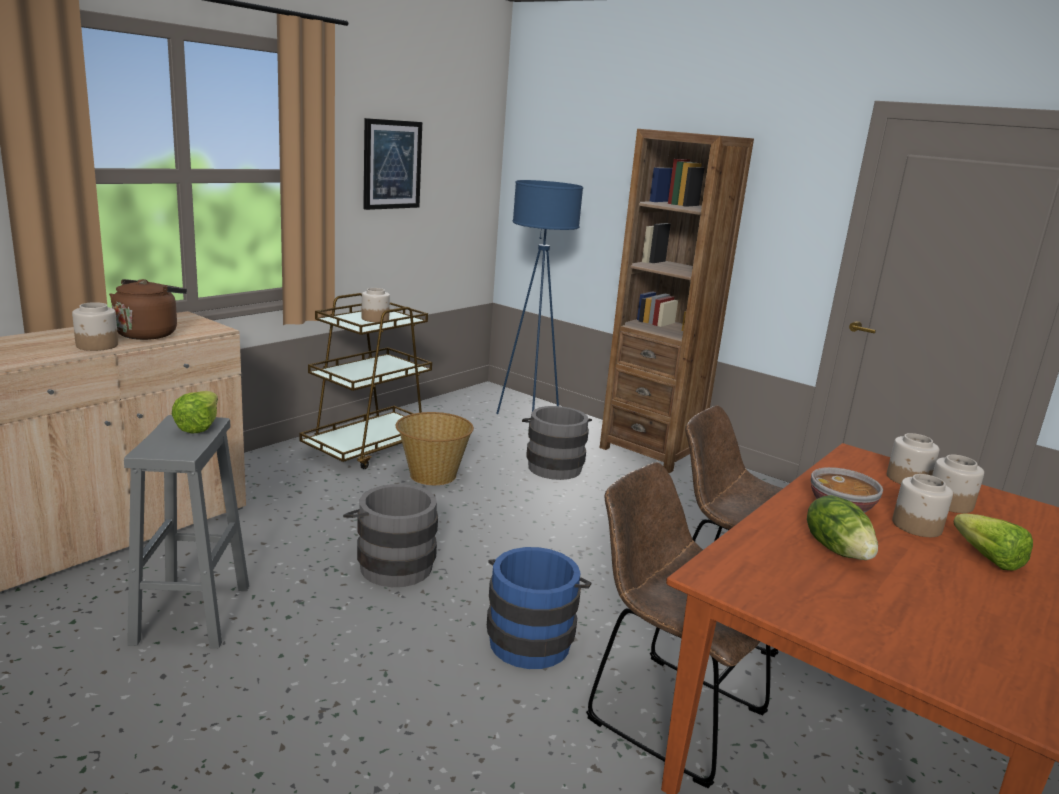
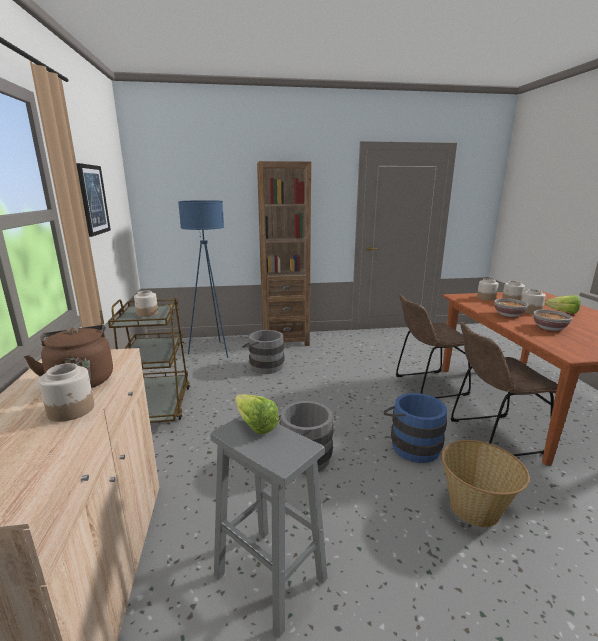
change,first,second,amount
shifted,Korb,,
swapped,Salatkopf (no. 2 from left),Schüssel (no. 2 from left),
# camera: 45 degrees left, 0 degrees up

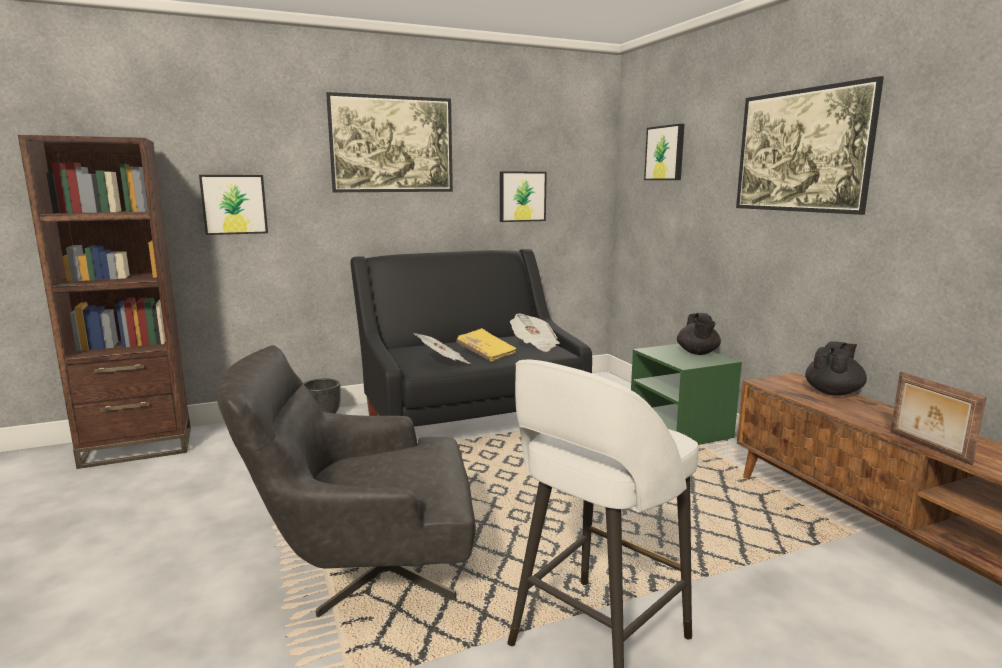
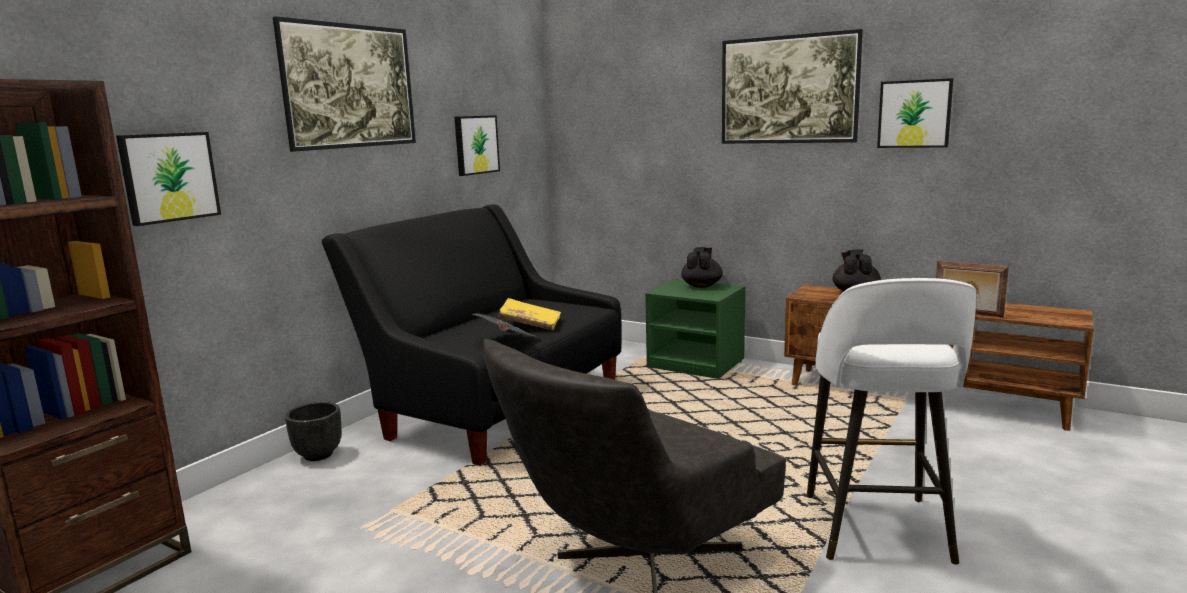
change,first,second,amount
shifted,Bild (no. 4 from left in the first image),Bild (no. 5 from left),
rotated,Teekanne [schwarz] (no. 1 from left),,135 degrees counterclockwise
gone,Zeitung (no. 2 from left),,
# camera: 35 degrees left, 0 degrees up

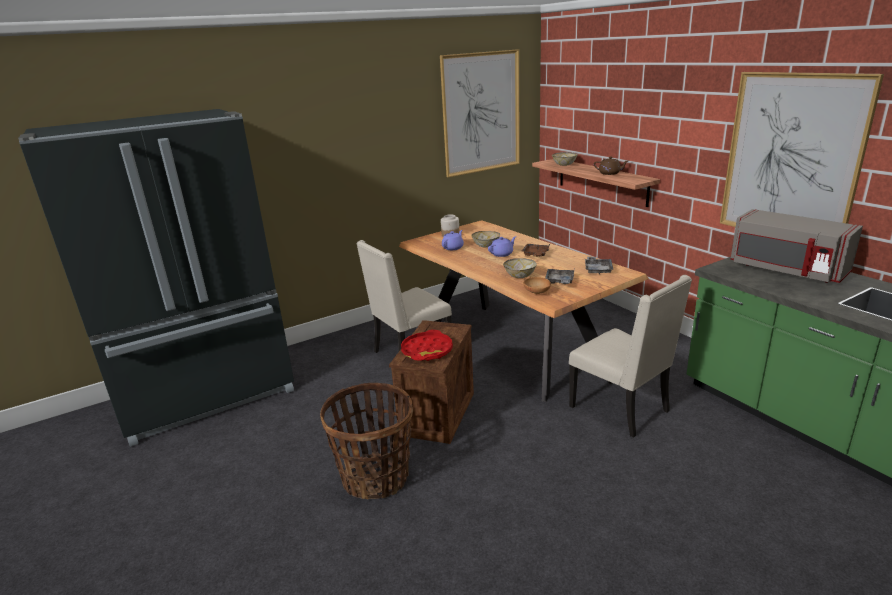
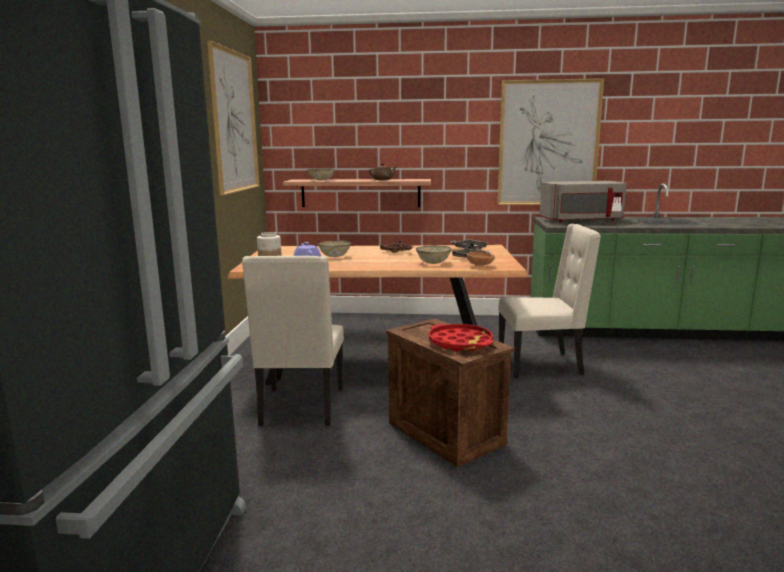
change,first,second,amount
gone,Teekanne [lila] (no. 2 from left),,
gone,Korb,,
# camera: 55 degrees left, 10 degrees down

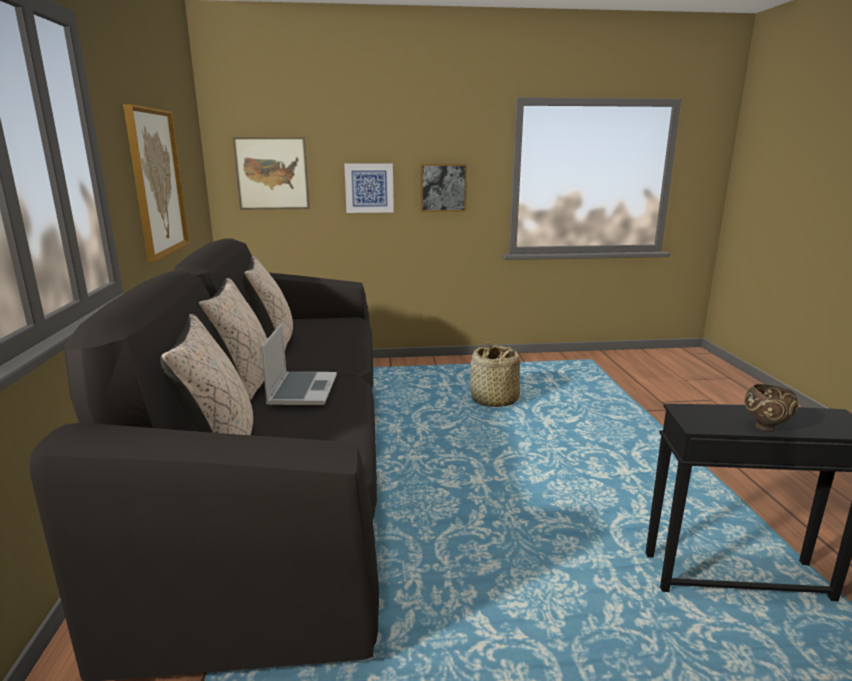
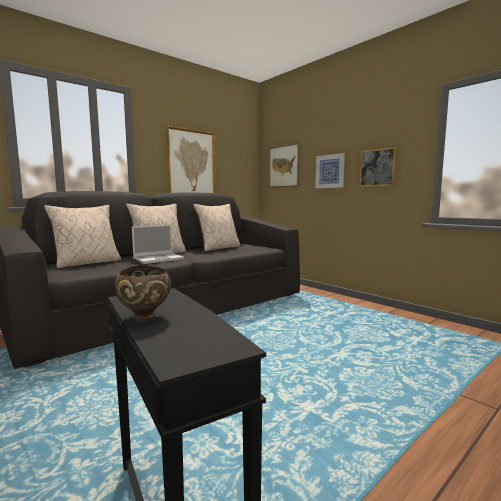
change,first,second,amount
gone,Korb,,
# camera: 55 degrees right, 10 degrees down

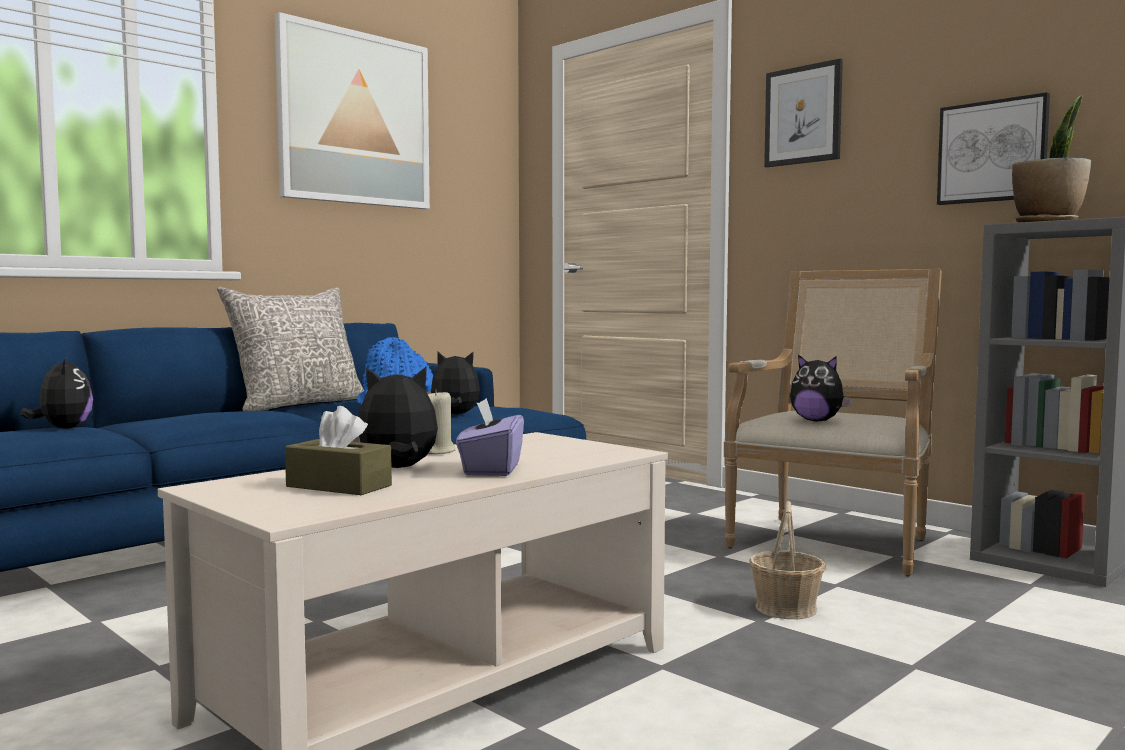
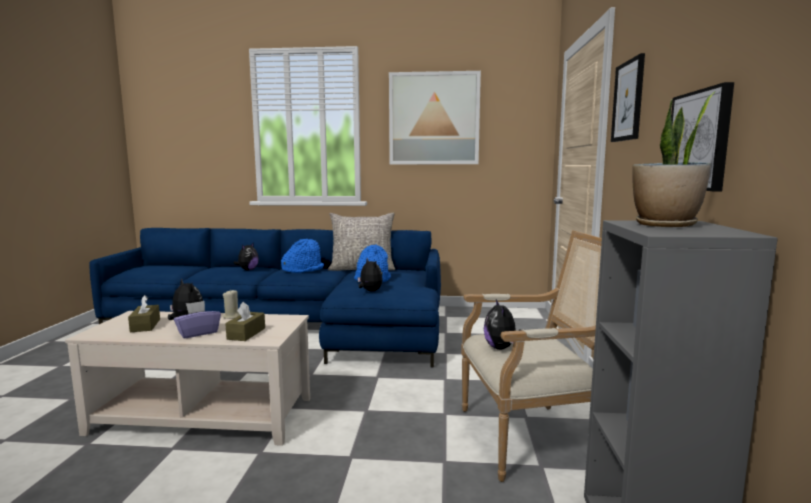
change,first,second,amount
gone,Korb,,
new,,Hut [blau] (no. 1 from left),
new,,Taschentuchbox [braun] (no. 2 from left),
# camera: 50 degrees right, 5 degrees up

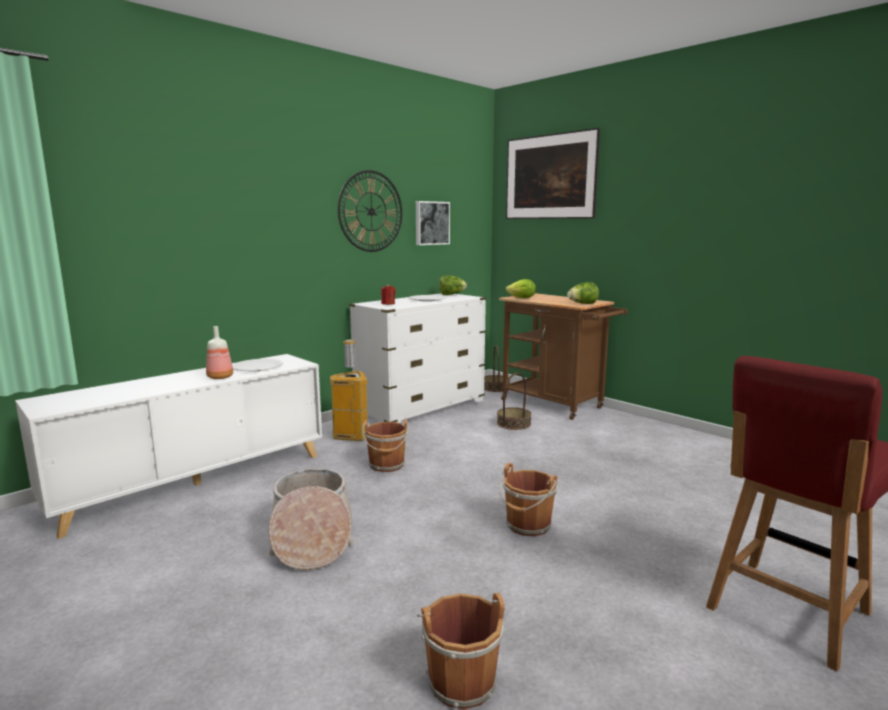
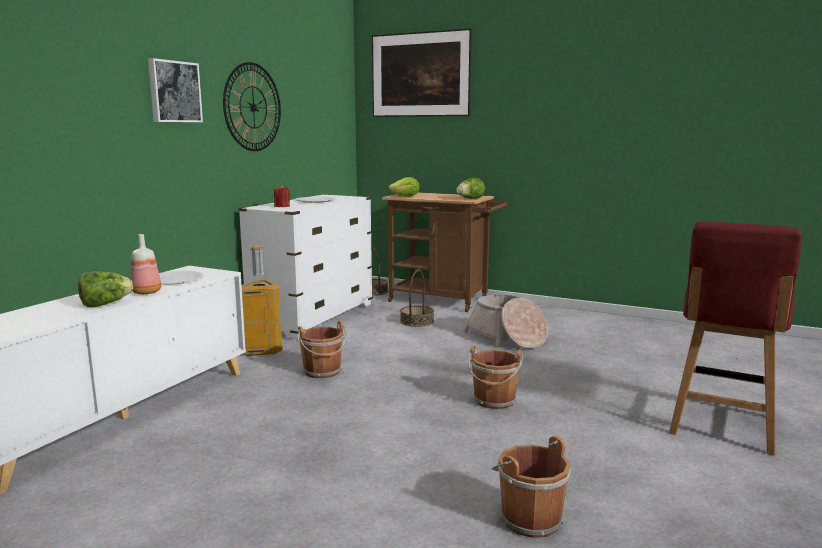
change,first,second,amount
shifted,Bild (no. 1 from left),,
shifted,Salatkopf (no. 1 from left),,
shifted,Korb (no. 1 from left in the first image),Korb (no. 3 from left),
# camera: 20 degrees left, 0 degrees up

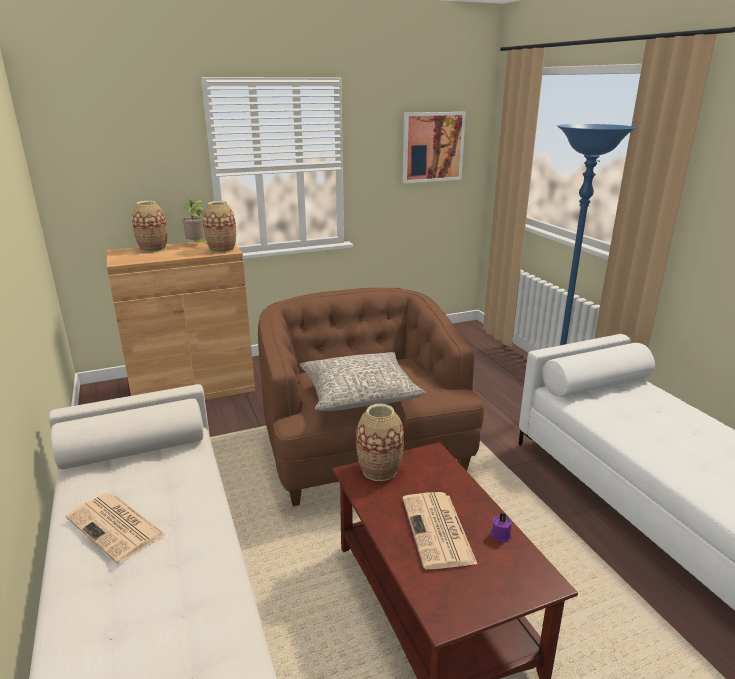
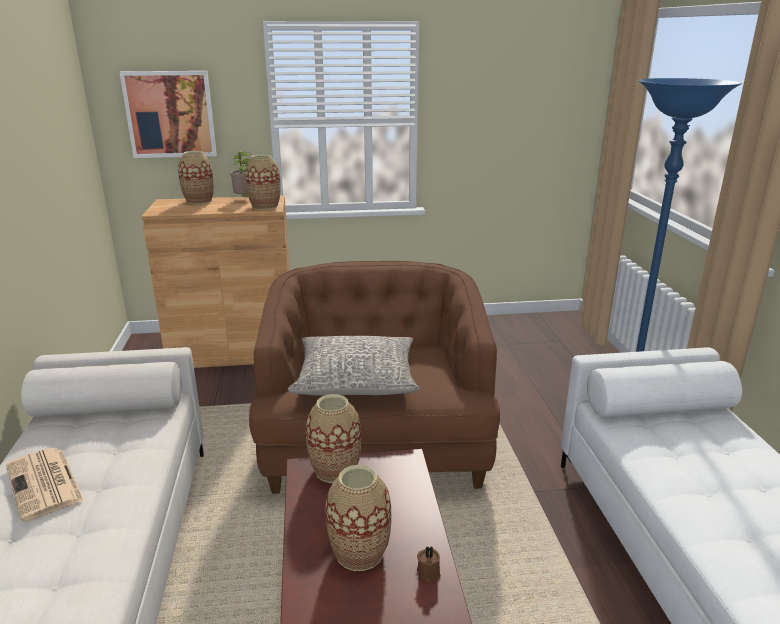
change,first,second,amount
shifted,Bild,,
swapped,Zeitung (no. 2 from left),Vase (no. 4 from left),
repainted,Kerze [lila],Kerze [braun],
# camera: 15 degrees right, 0 degrees up

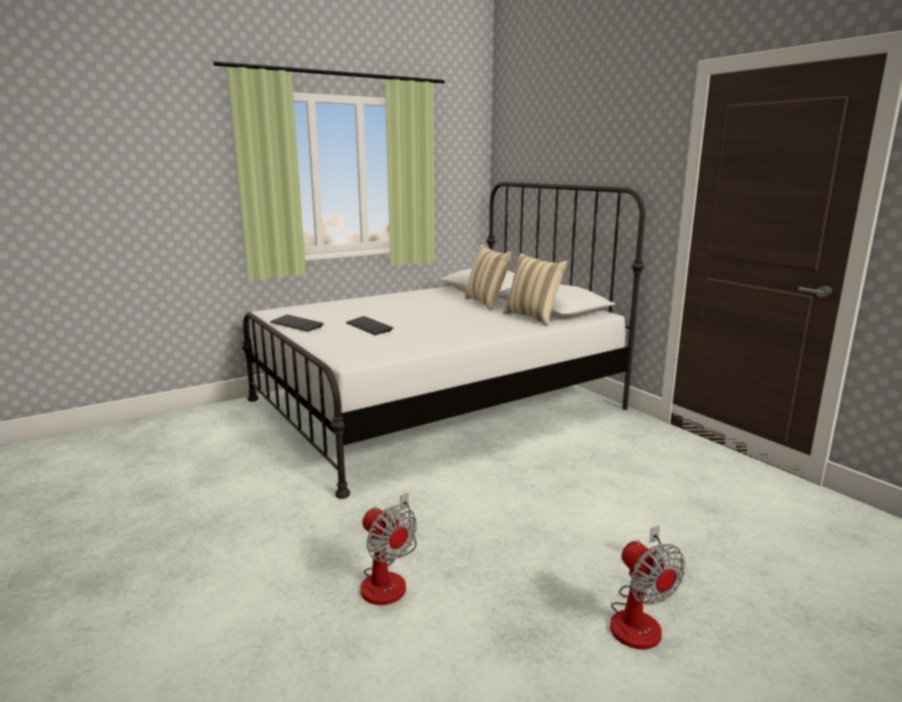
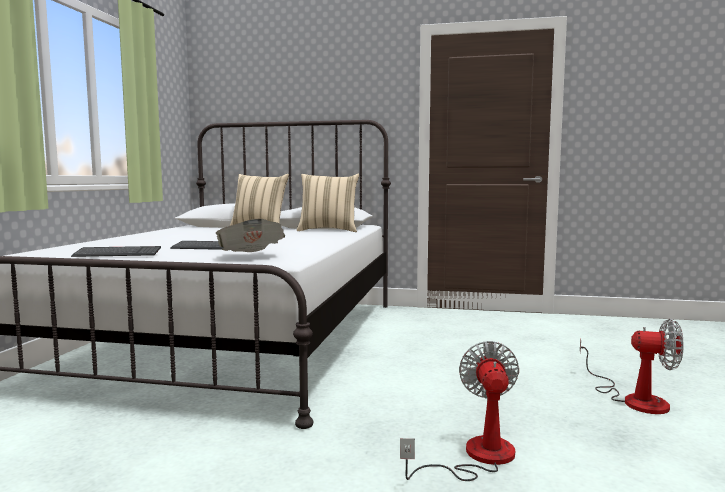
change,first,second,amount
rotated,Ventilator (no. 1 from left),,90 degrees counterclockwise
new,,Zeitung,
# camera: 45 degrees left, 10 degrees down

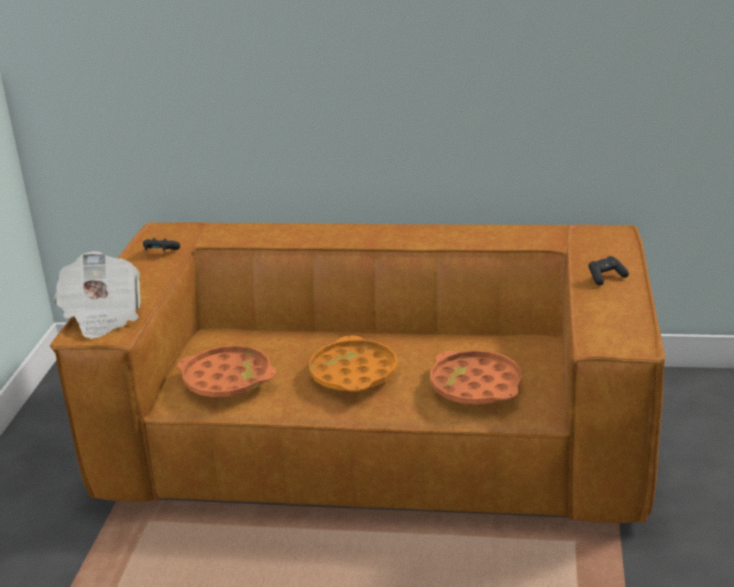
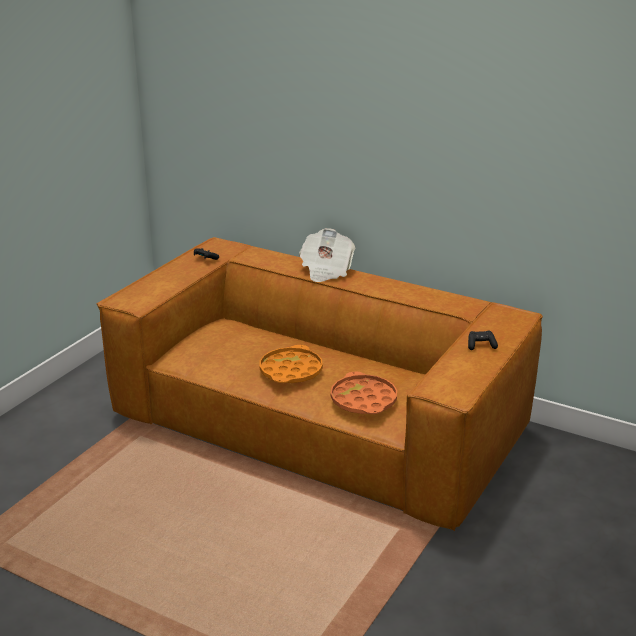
change,first,second,amount
shifted,Zeitung,,
gone,Tablett [orange] (no. 1 from left),,
# camera: 20 degrees right, 0 degrees up

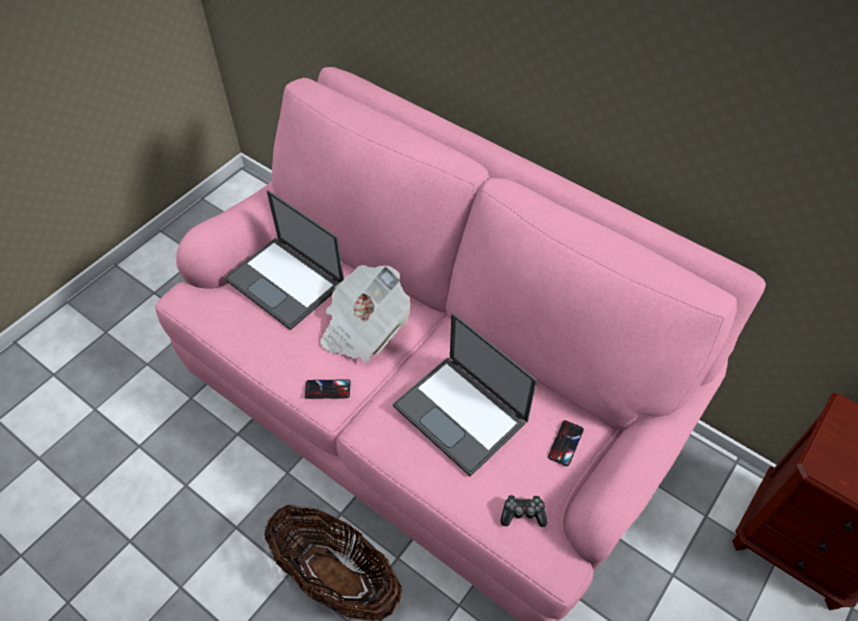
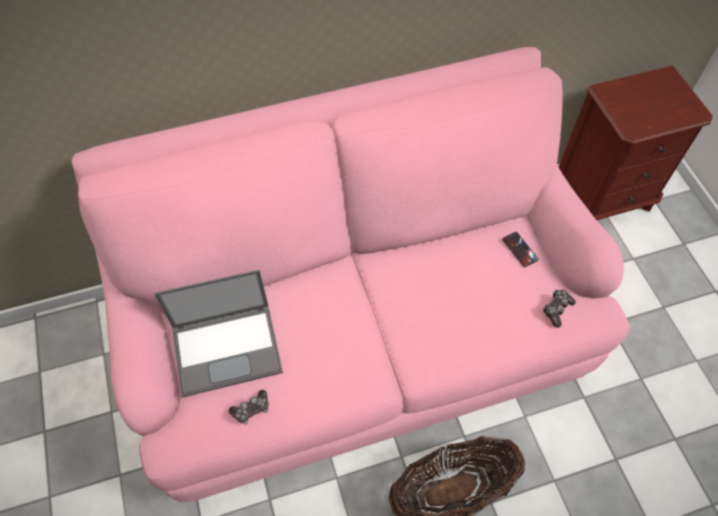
change,first,second,amount
gone,Zeitung,,
gone,Laptop (no. 2 from left),,
gone,Handy (no. 1 from left),,
new,,Gamepad (no. 1 from left),
# camera: 55 degrees left, 5 degrees up

